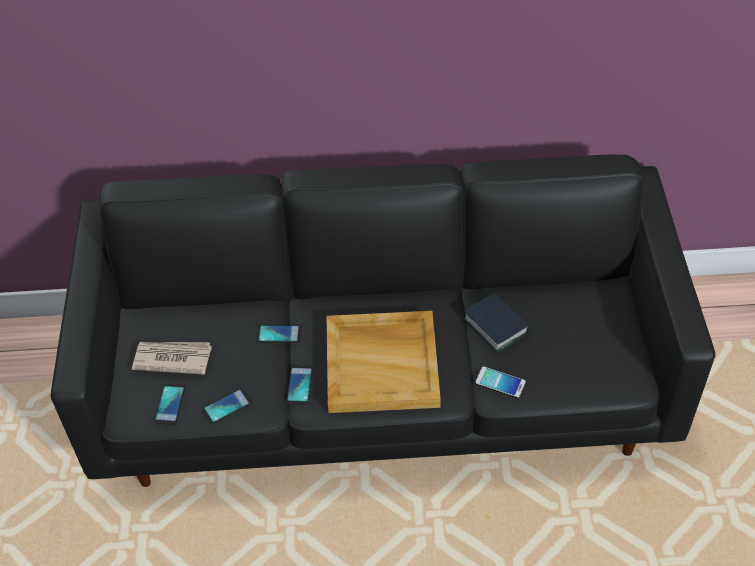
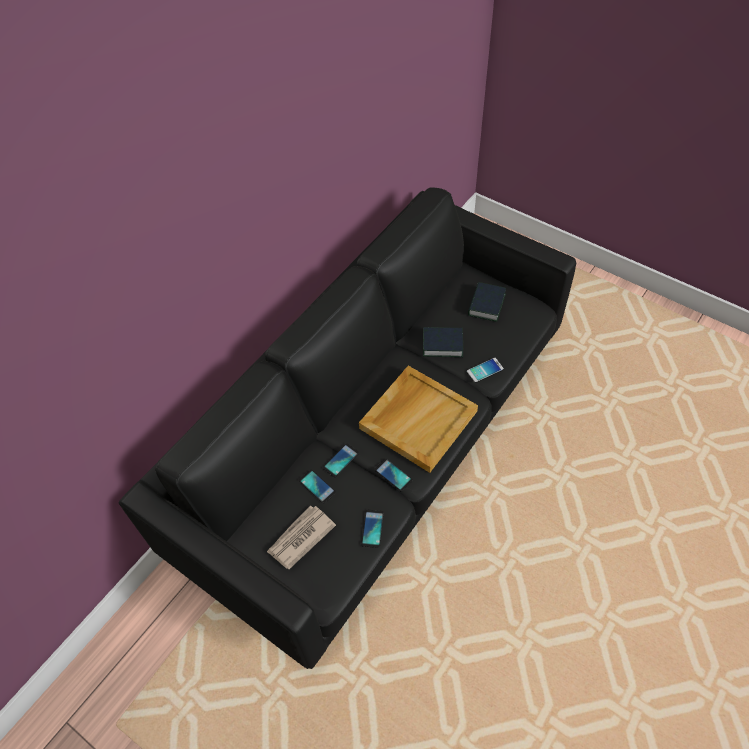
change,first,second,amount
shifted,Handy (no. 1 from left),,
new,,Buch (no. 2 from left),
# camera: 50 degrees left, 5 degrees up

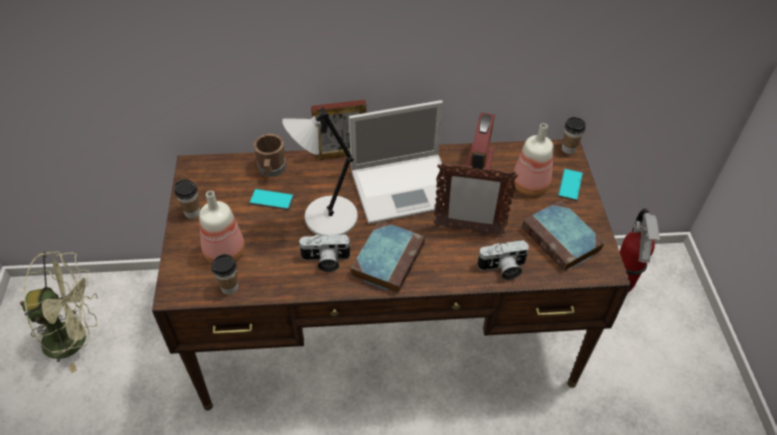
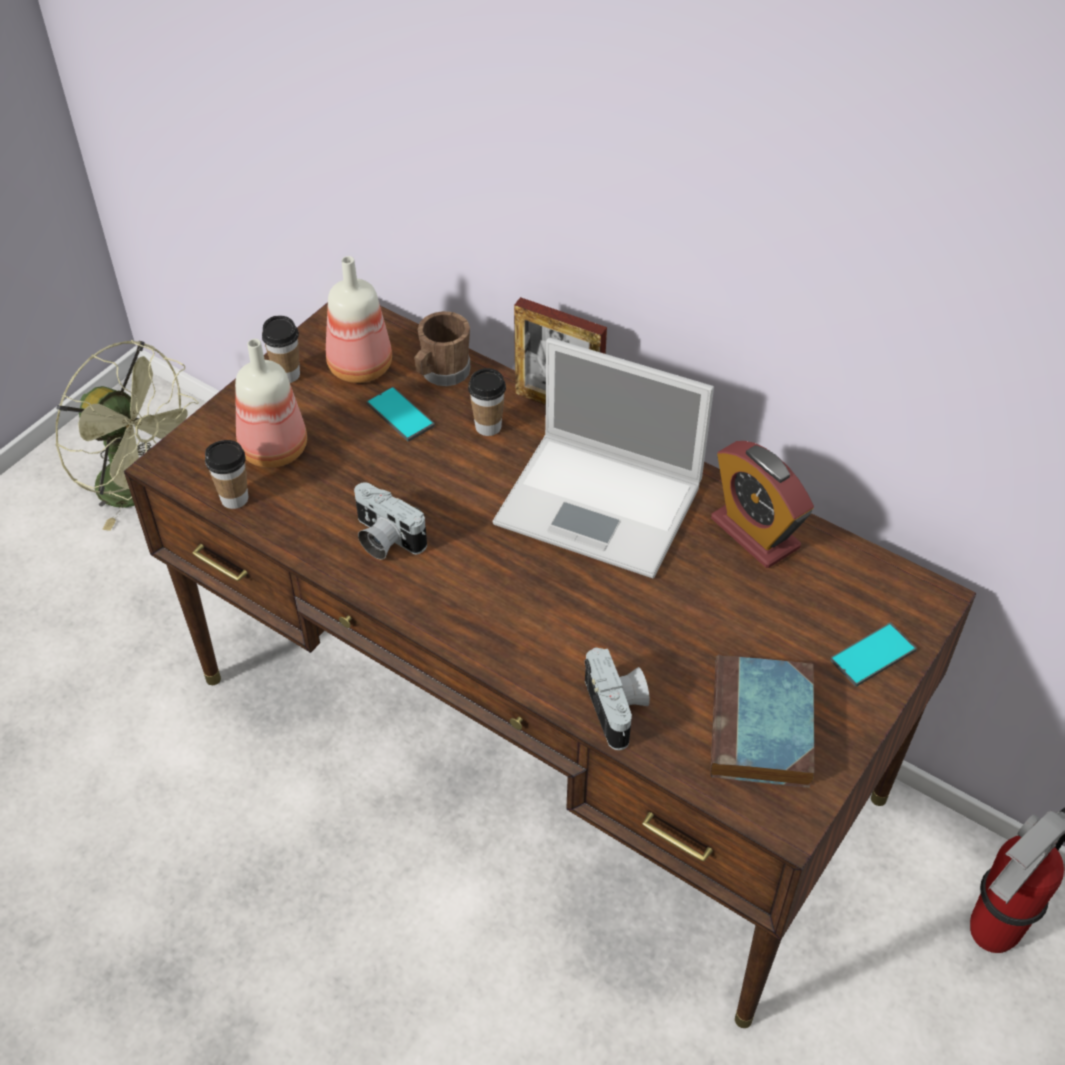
change,first,second,amount
gone,Tischlampe [grau],,
rotated,Wecker,,90 degrees clockwise
shifted,Tasse (no. 3 from left),,
shifted,Flasche (no. 2 from left),,
gone,Bilderrahmen (no. 2 from left),,
gone,Buch (no. 1 from left),,
rotated,Kamera (no. 2 from left),,135 degrees counterclockwise
# camera: 40 degrees right, 0 degrees up

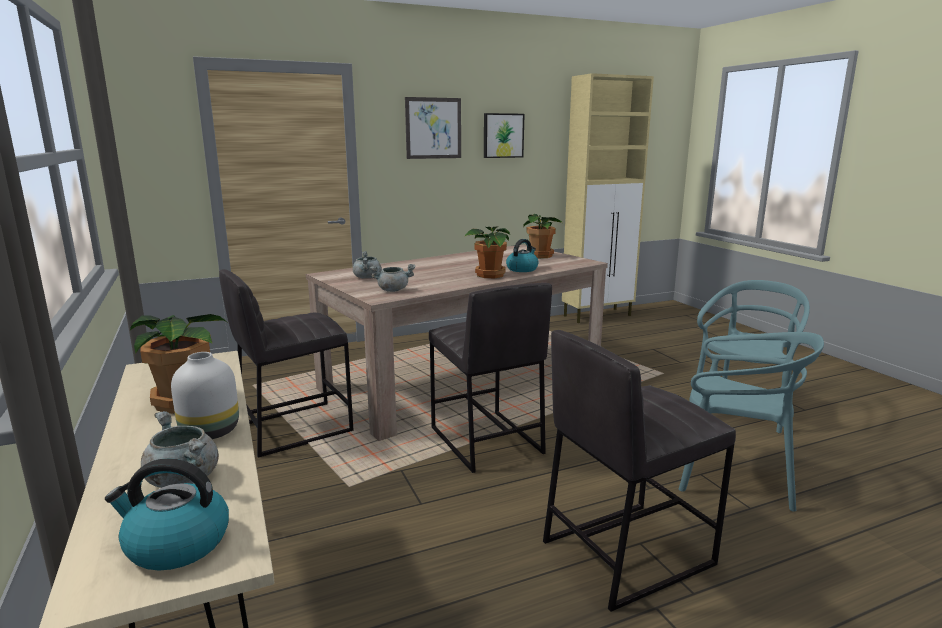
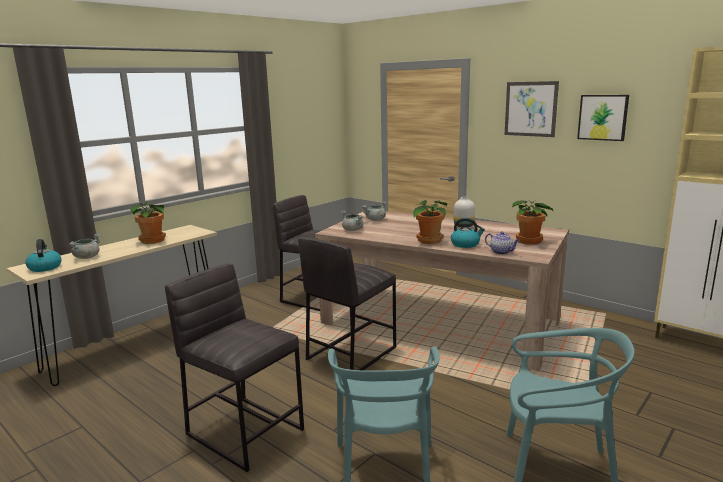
change,first,second,amount
shifted,Vase [weiß],,
new,,Teekanne,
# camera: 65 degrees right, 0 degrees up

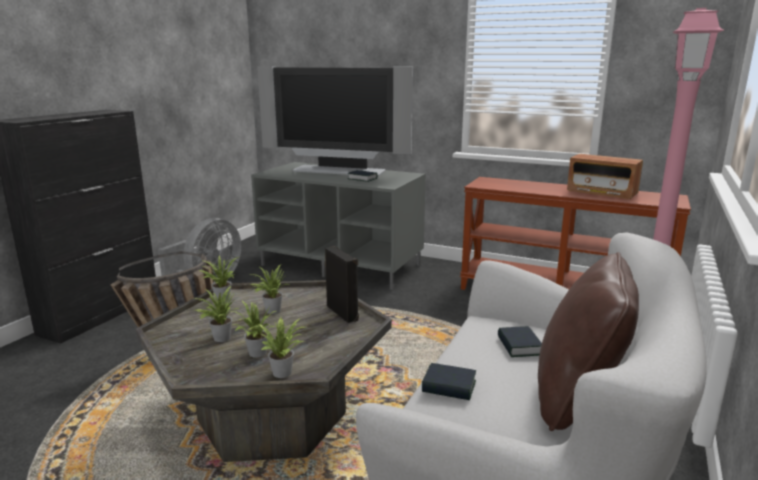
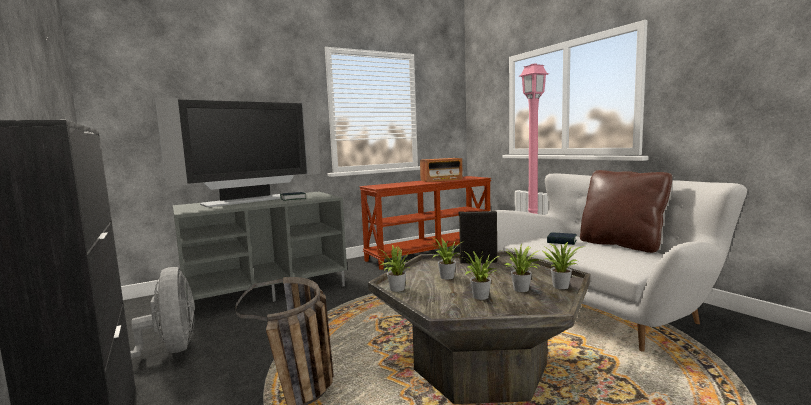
change,first,second,amount
gone,Buch (no. 2 from left),,
# camera: 55 degrees left, 10 degrees down

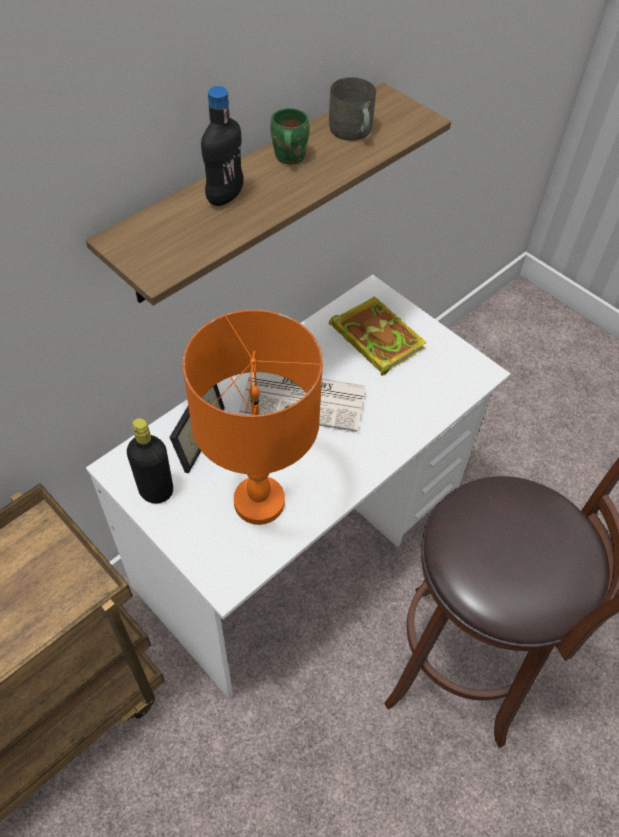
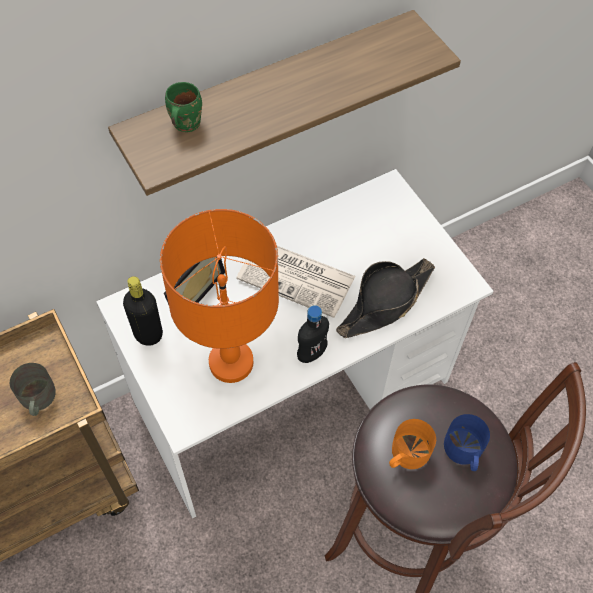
change,first,second,amount
shifted,Henkelbecher [grau],,
shifted,Flasche [schwarz] (no. 2 from left),,
shifted,Henkelbecher [grün],,
gone,Buch,,
new,,Hut [schwarz],
new,,Henkelbecher [blau],
new,,Henkelbecher [orange],
# camera: 15 degrees right, 5 degrees up

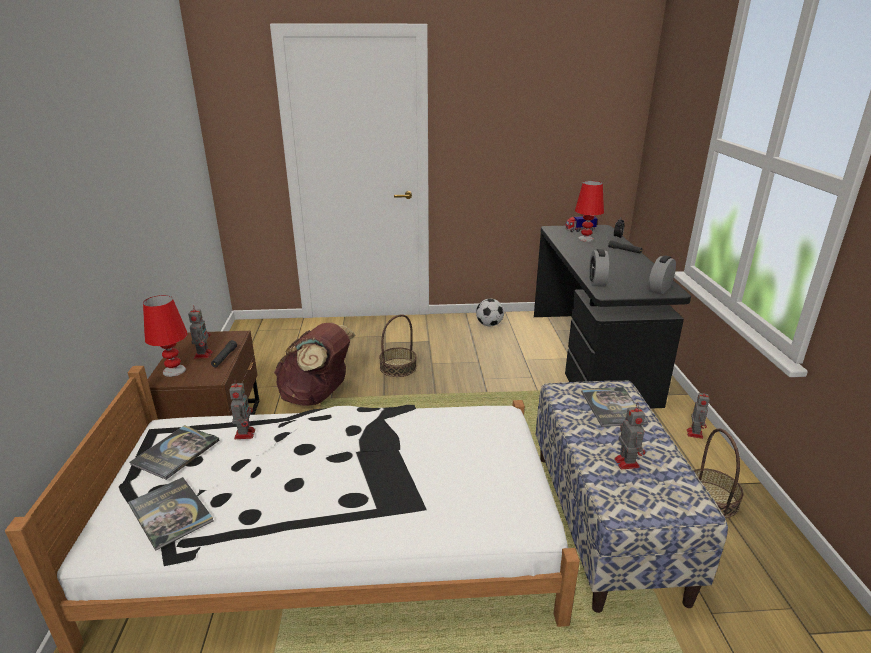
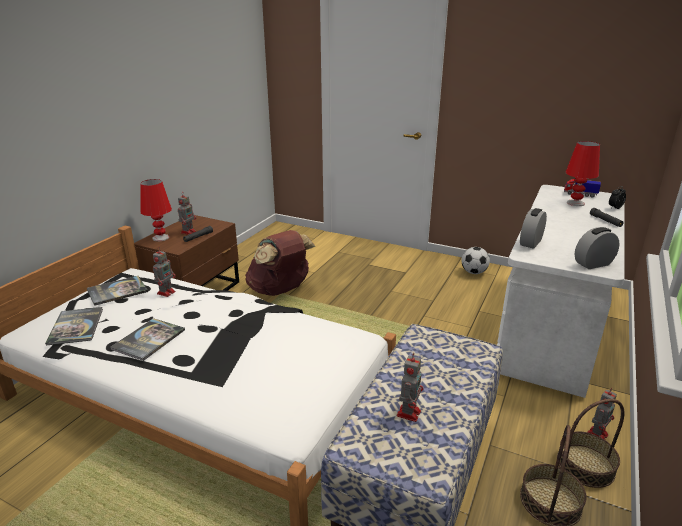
change,first,second,amount
repainted,Schreibtisch [schwarz],Schreibtisch [weiß],
shifted,Korb (no. 1 from left in the first image),Korb (no. 2 from left),
shifted,Buch (no. 3 from left),,
# camera: 30 degrees right, 0 degrees up

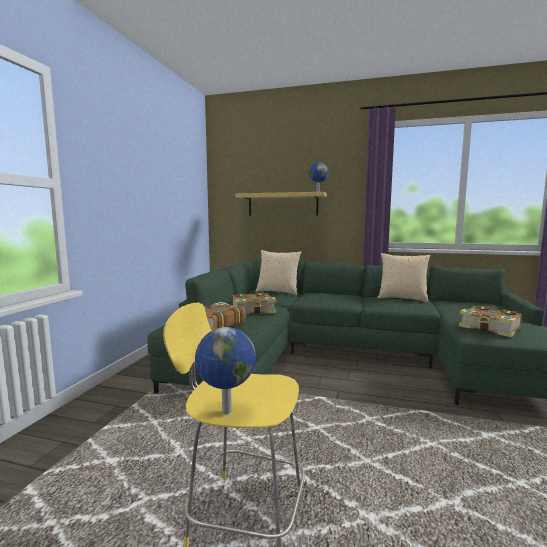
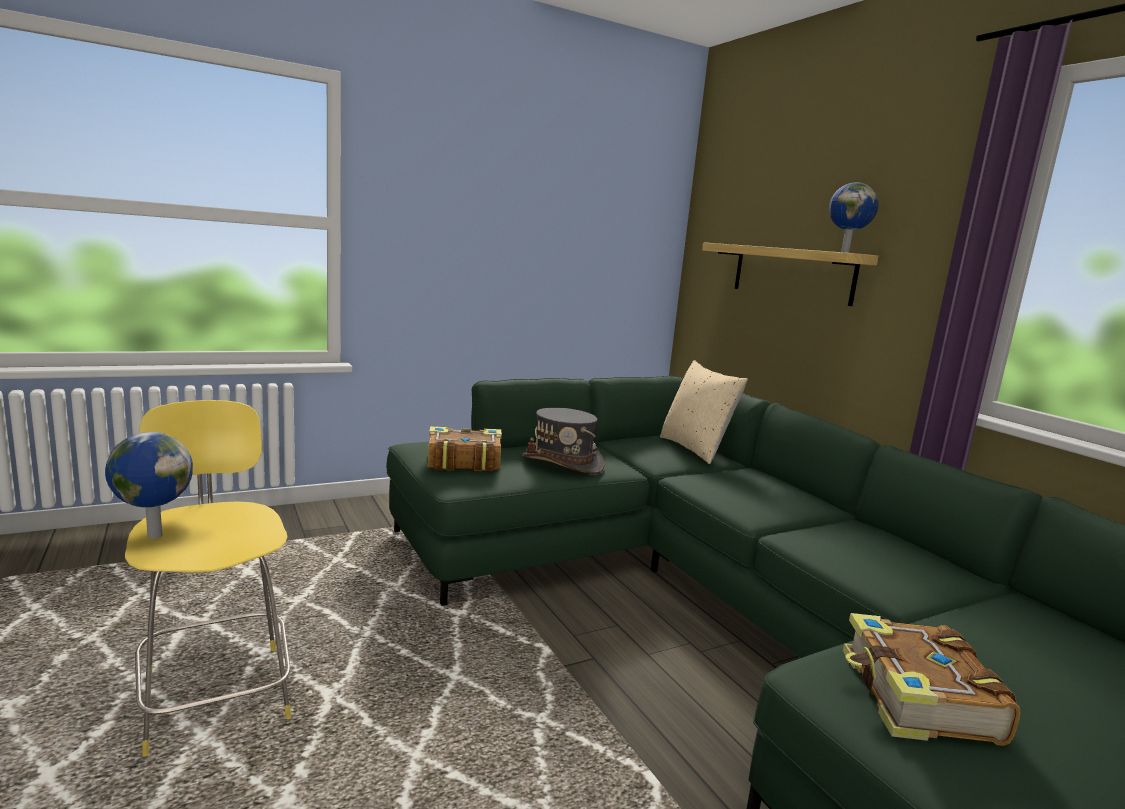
change,first,second,amount
gone,Kissen [beige] (no. 2 from left),,
swapped,Buch (no. 2 from left),Hut [grau],
# camera: 45 degrees right, 5 degrees up

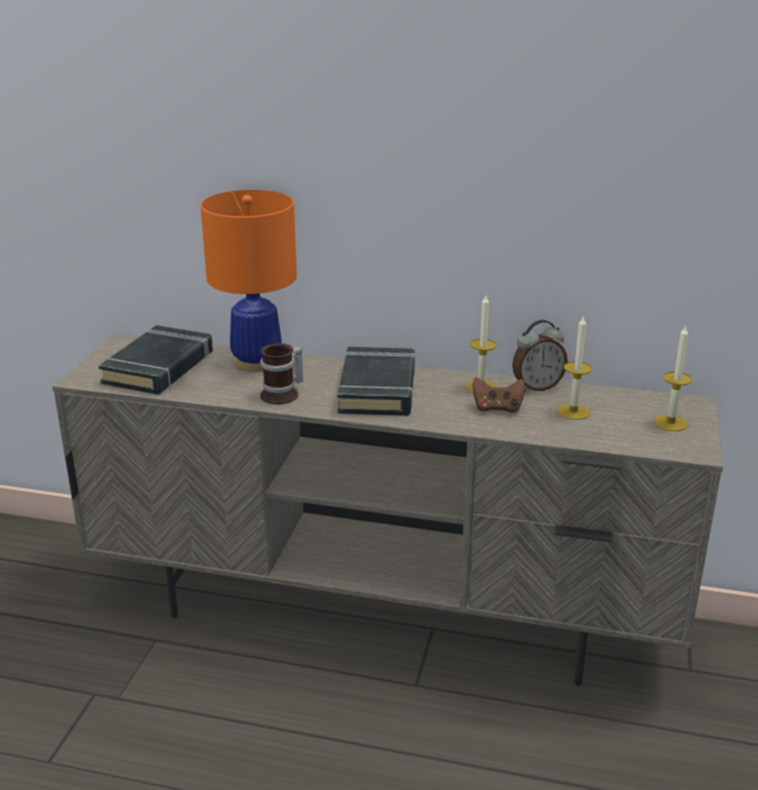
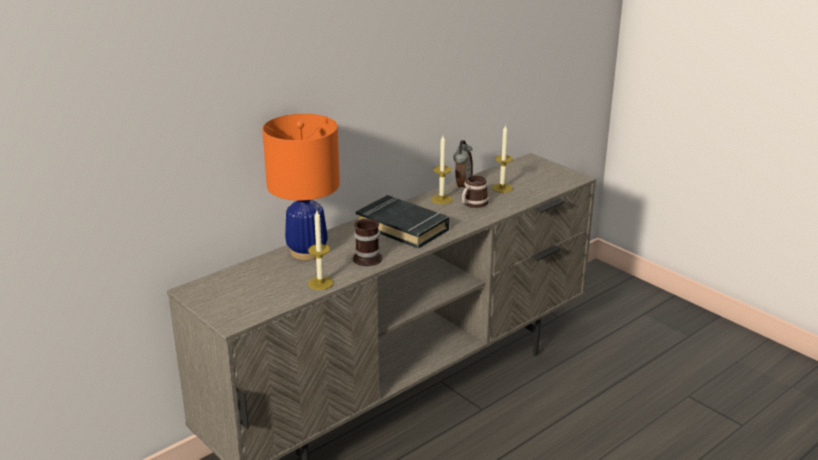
change,first,second,amount
gone,Buch [schwarz] (no. 1 from left),,
shifted,Kerze (no. 3 from left in the first image),Kerze (no. 1 from left),
swapped,Gamepad [braun],Henkelbecher (no. 2 from left),
# camera: 55 degrees left, 0 degrees up

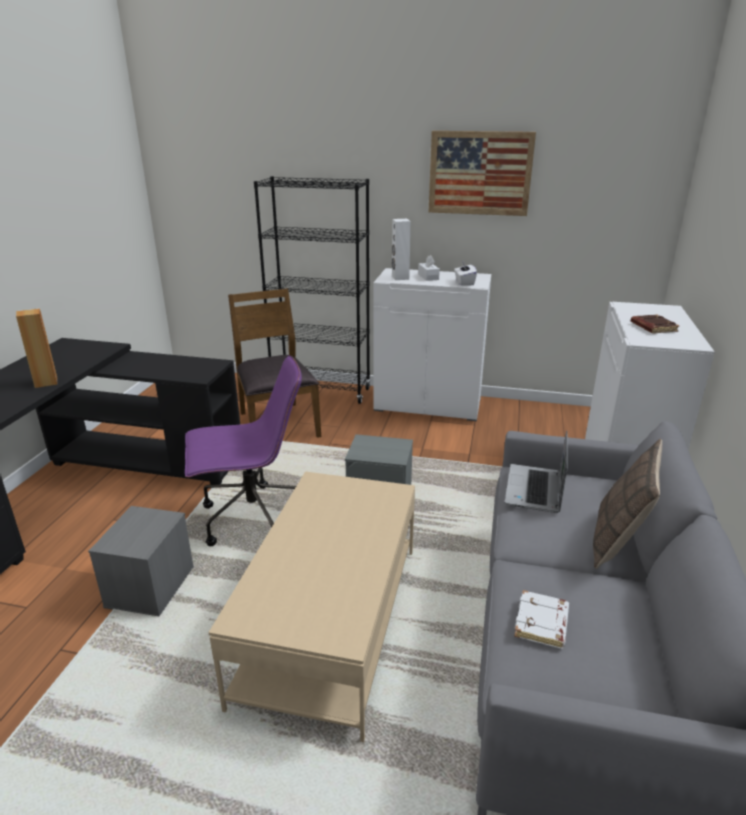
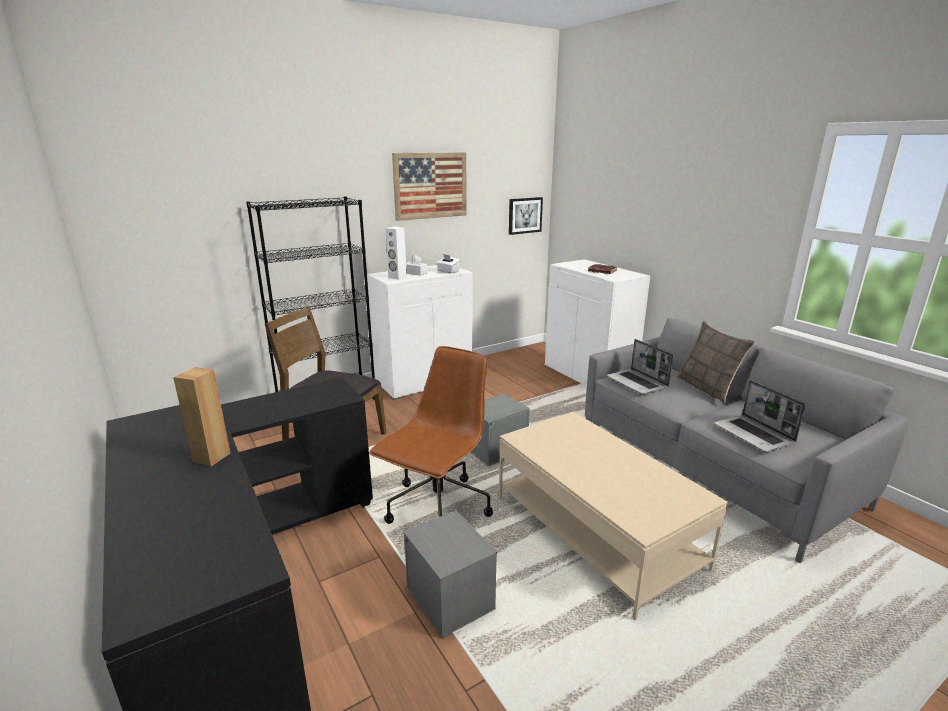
change,first,second,amount
repainted,Bürostuhl [lila],Bürostuhl [braun],
swapped,Buch [weiß],Laptop (no. 2 from left),
new,,Bild (no. 2 from left),
# camera: 45 degrees left, 5 degrees down

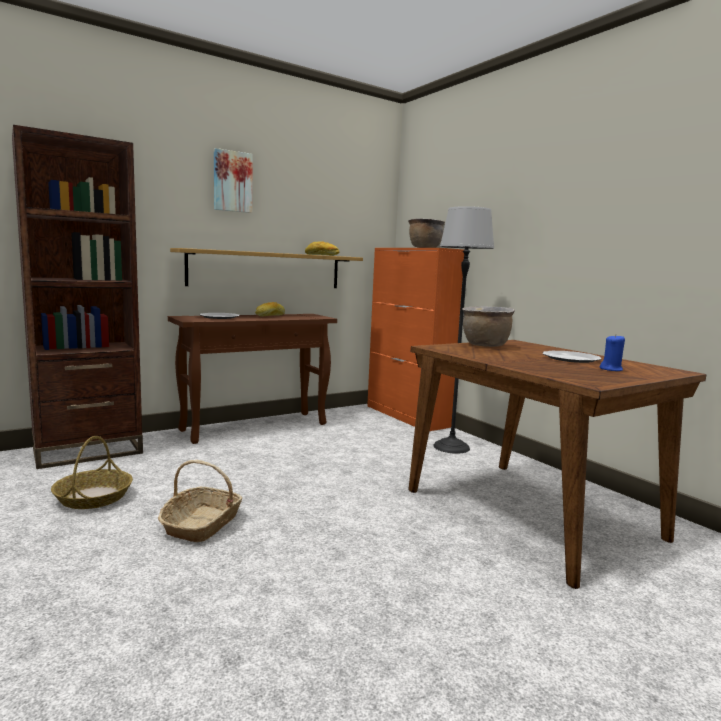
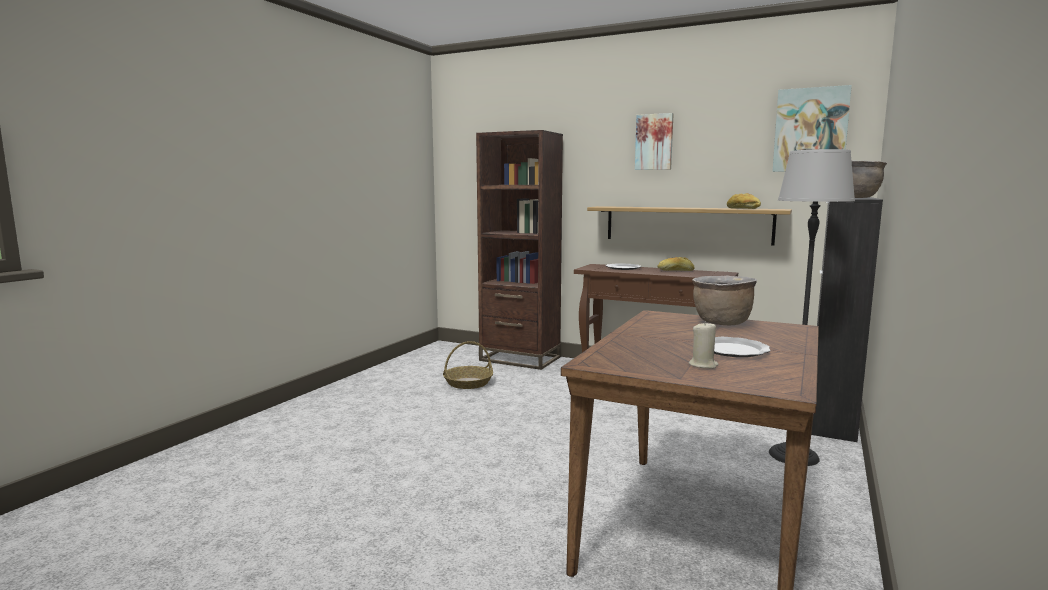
change,first,second,amount
repainted,Schrank [orange],Schrank [schwarz],
repainted,Kerze [blau],Kerze [beige],
gone,Korb (no. 2 from left),,
new,,Bild (no. 2 from left),
# camera: 60 degrees right, 0 degrees up

